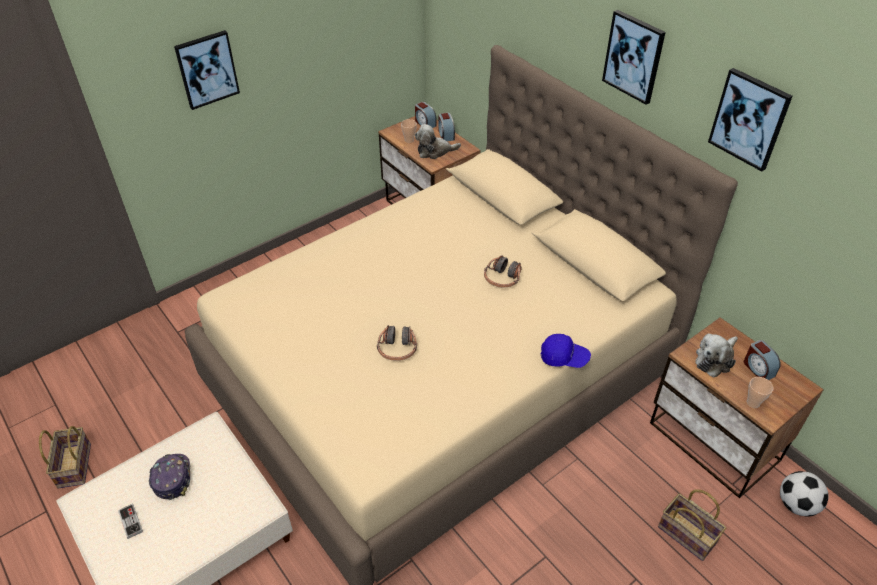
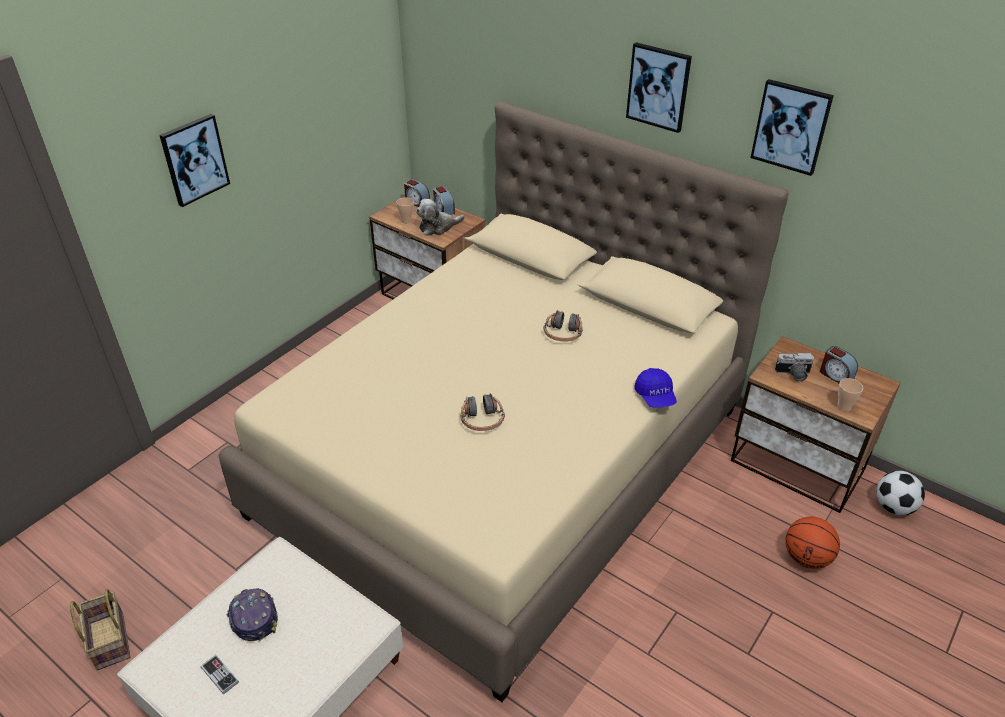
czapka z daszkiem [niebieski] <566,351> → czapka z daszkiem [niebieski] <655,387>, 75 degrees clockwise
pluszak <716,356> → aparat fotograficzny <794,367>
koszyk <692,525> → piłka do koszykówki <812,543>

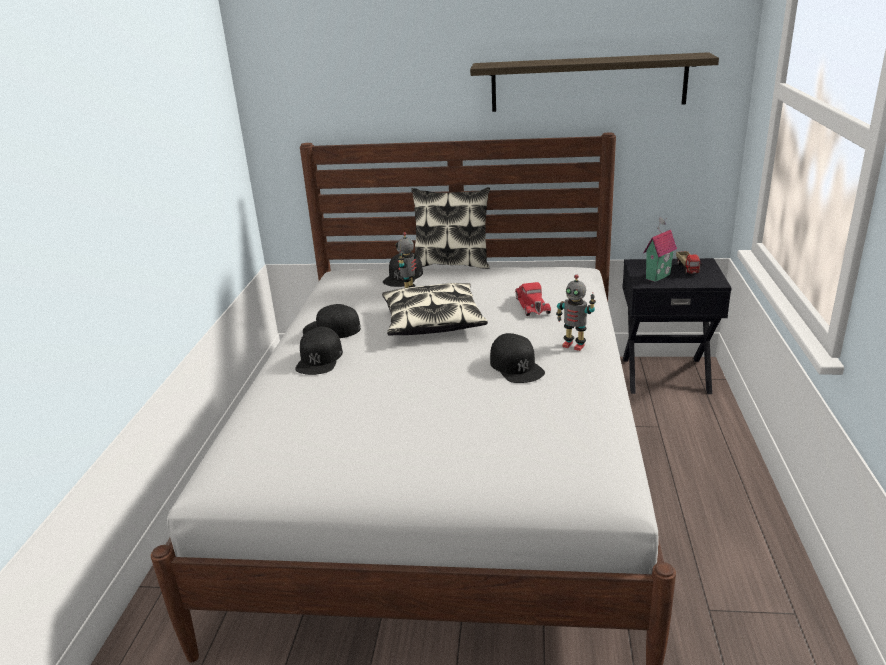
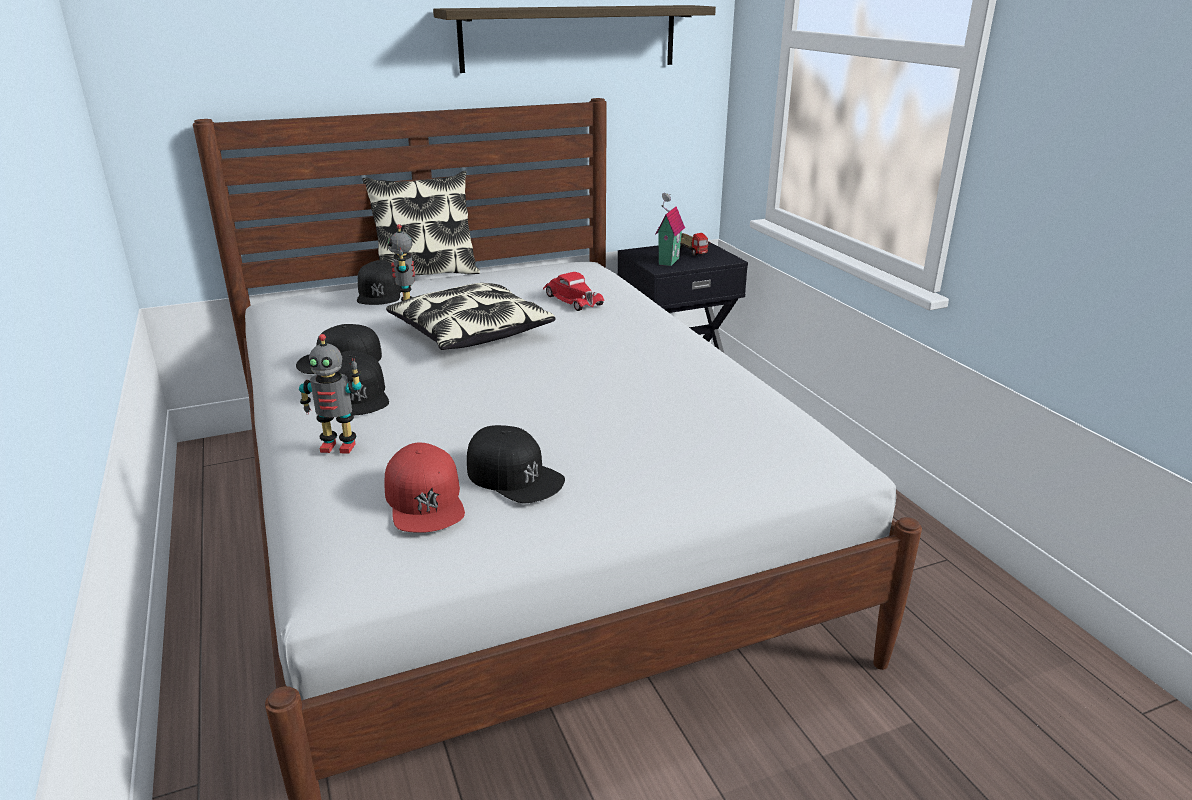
robot zabawkowy <576,313> → robot zabawkowy <330,394>, moved
- → czapka z daszkiem [czerwony] <425,487>
czapka z daszkiem [czarny] <517,358> → czapka z daszkiem [czarny] <516,464>, moved

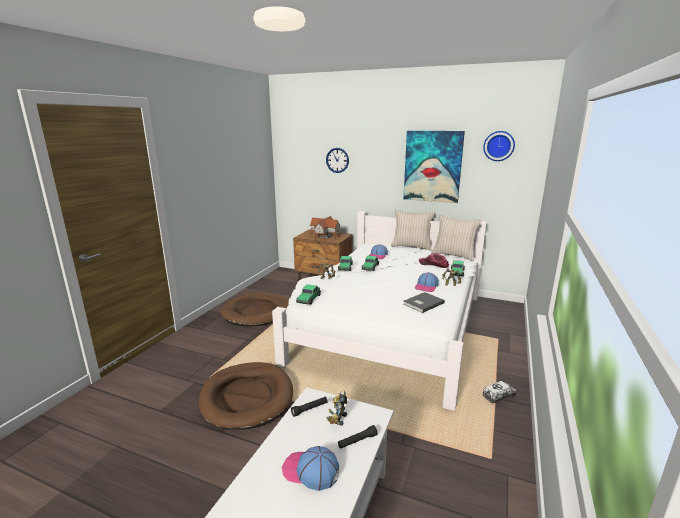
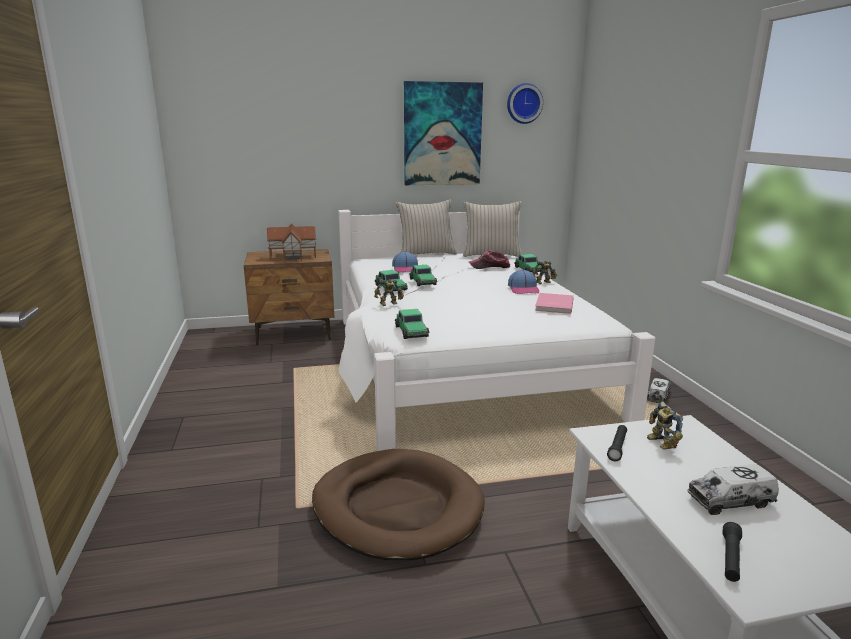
książka [szary] <424,302> → książka [różowy] <554,303>
czapka z daszkiem <310,468> → ciężarówka zabawkowa <733,489>
latarka [czarny] <358,437> → latarka [czarny] <732,552>, moved
legowisko [brązowy] <255,309> → -
zegar ścienny <337,160> → -

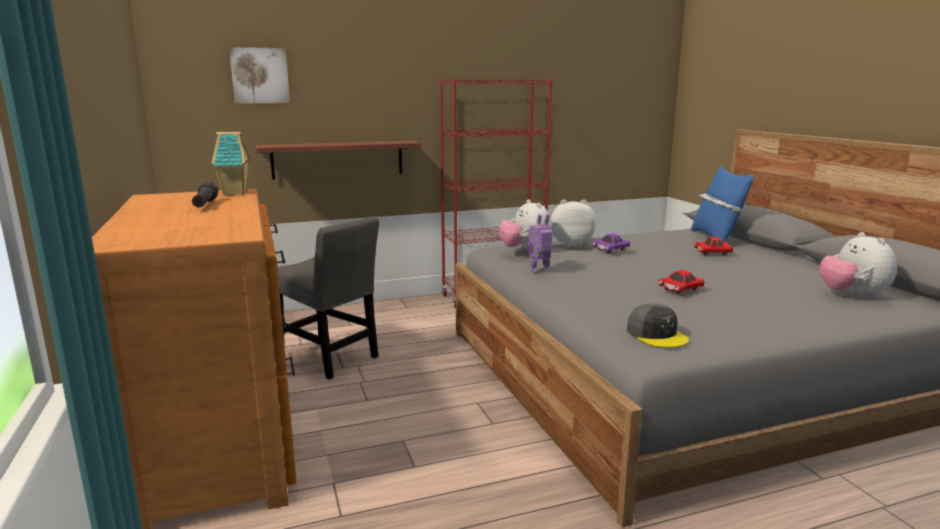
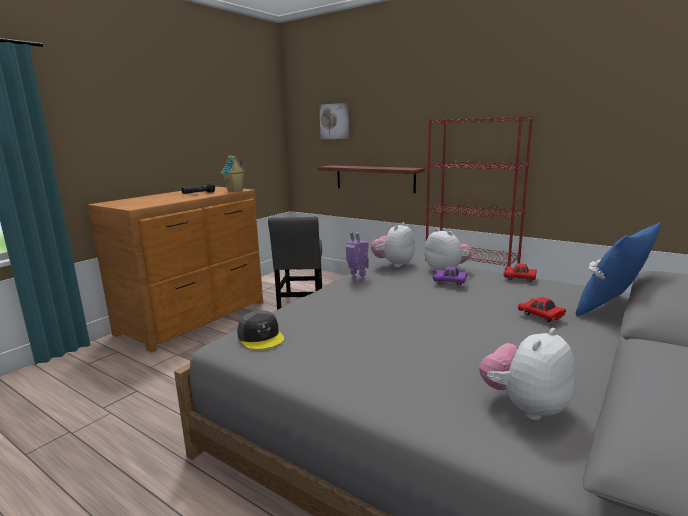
czapka z daszkiem [szary] <658,325> → czapka z daszkiem [szary] <260,330>, 60 degrees counterclockwise
samochodzik [czerwony] <680,282> → samochodzik [czerwony] <520,272>, moved

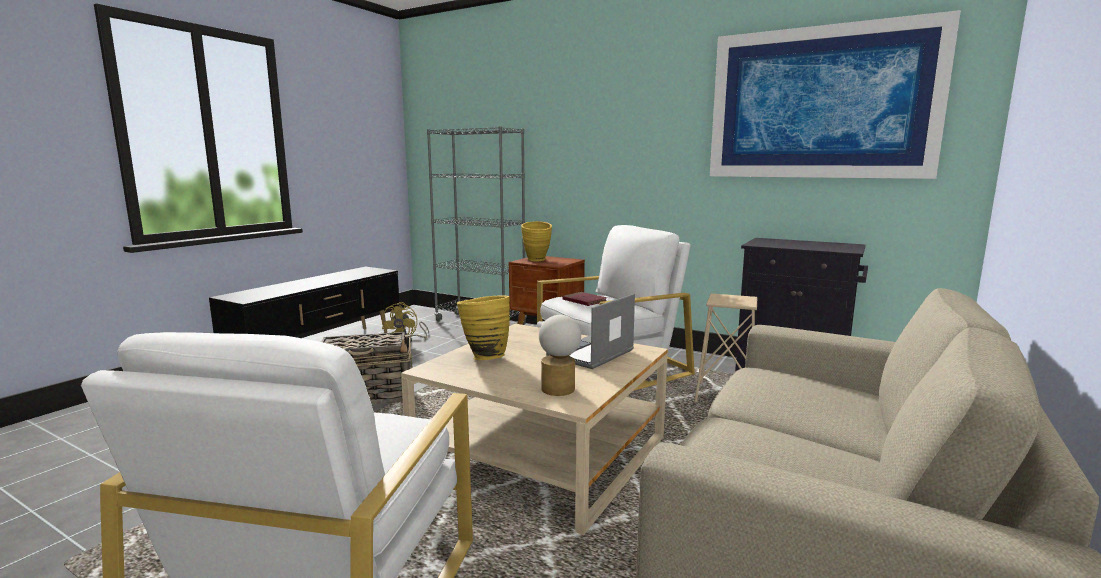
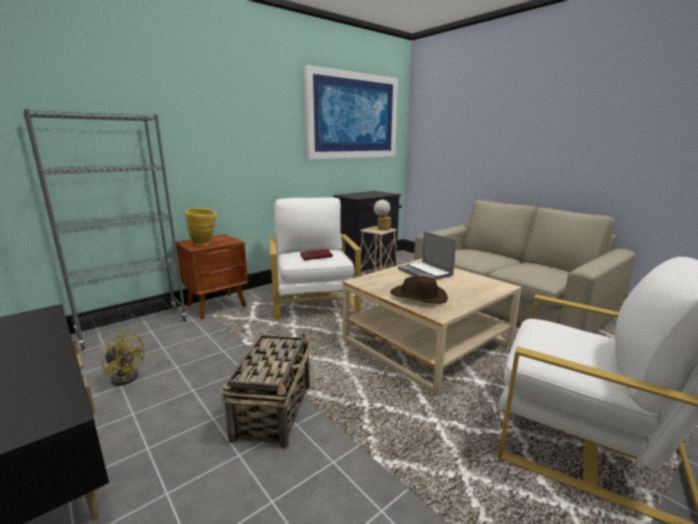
lampa stołowa <560,355> → lampa stołowa <382,215>, moved
wazon [żółty] <483,328> → kapelusz [brązowy] <419,290>

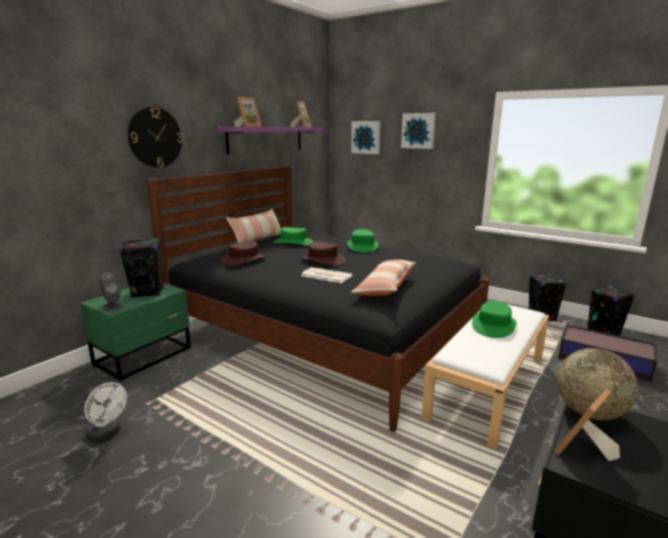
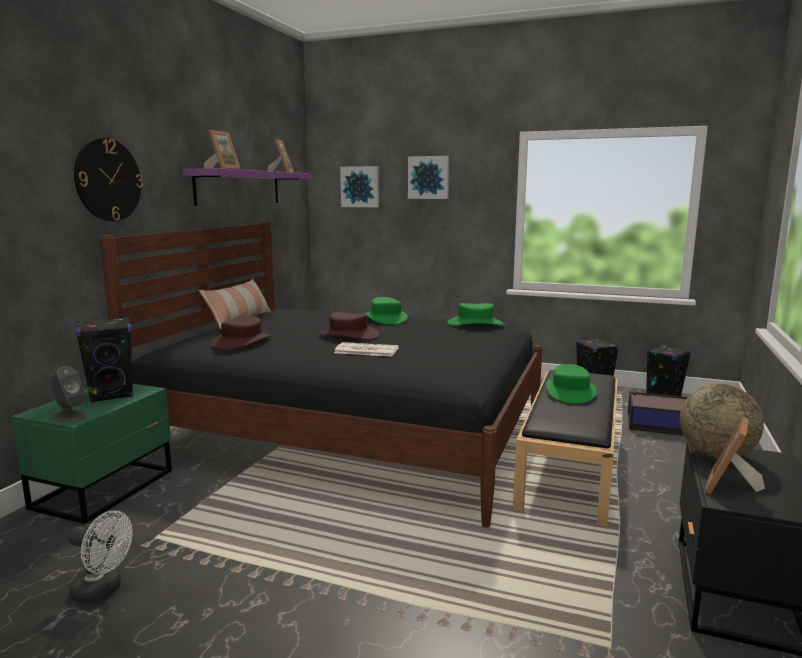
kapelusz [zielony] <293,236> → kapelusz [zielony] <475,314>, moved
ławka [biały] <485,377> → ławka [czarny] <565,448>
poduszka <383,278> → -

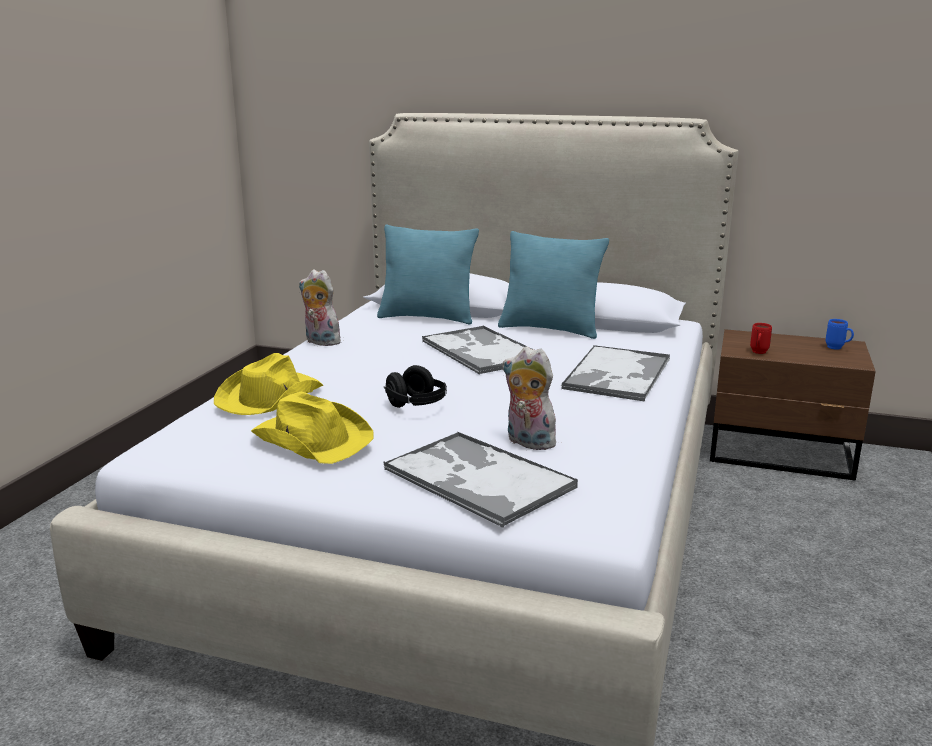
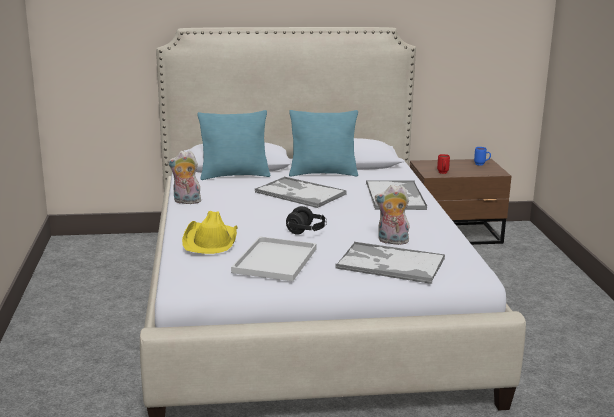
kapelusz [żółty] <312,428> → taca [biały] <274,258>

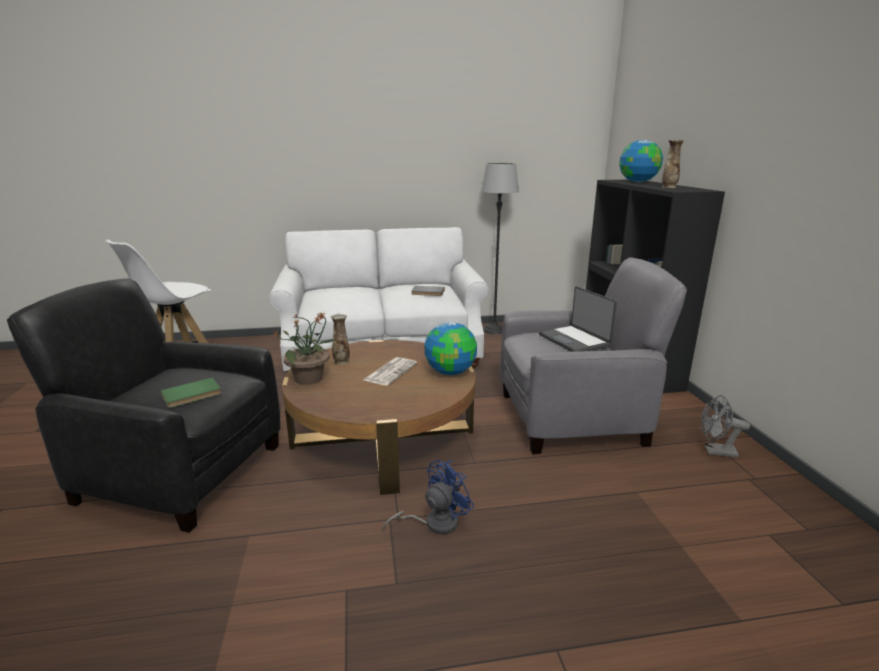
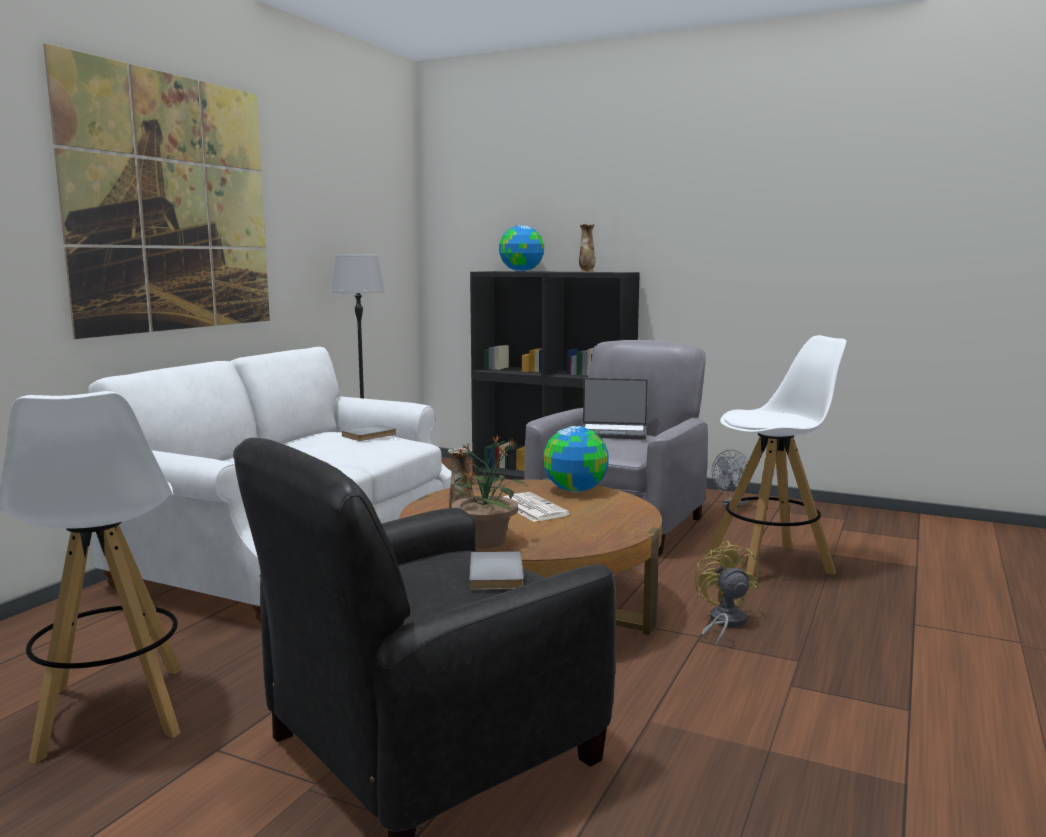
- → obraz <156,191>
książka [zielony] <191,392> → książka [szary] <496,570>
wentylator [niebieski] <428,497> → wentylator [żółty] <726,594>
- → stołek [biały] <776,457>

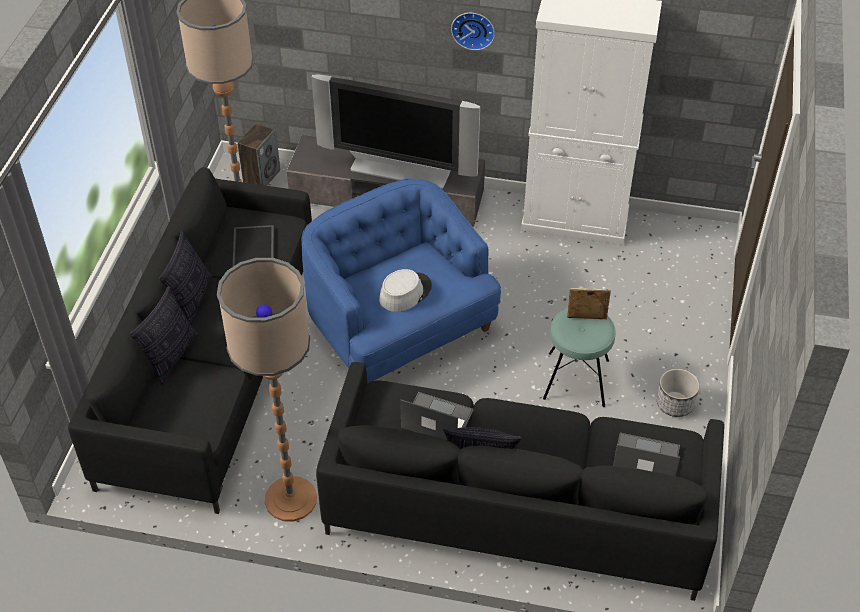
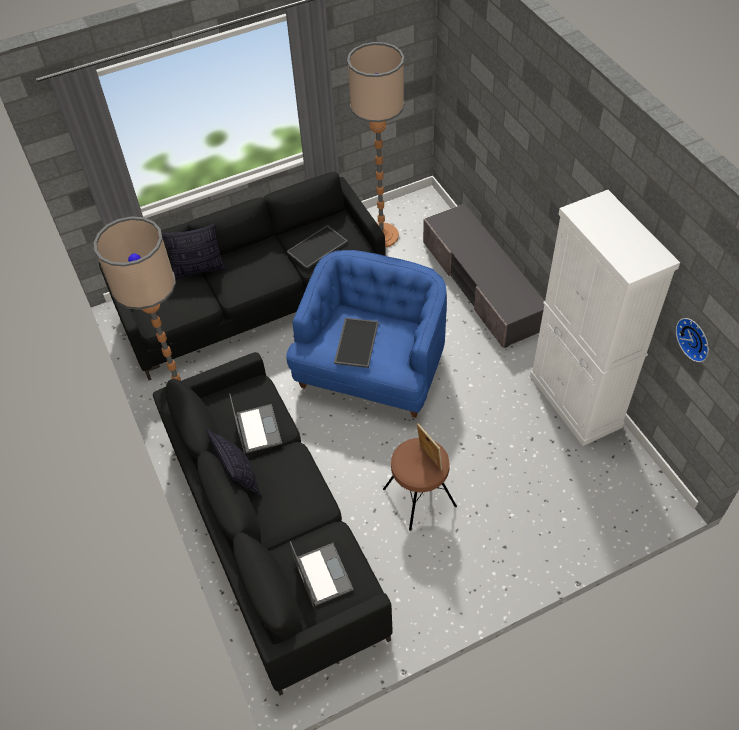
kapelusz [szary] <405,290> → taca <356,343>
stołek [turkusowy] <579,357> → stołek [brązowy] <420,484>
zegar ścienny <473,31> → zegar ścienny <692,340>, moved
poduszka <185,278> → -
głośnik <258,155> → -
telewizor <395,132> → -
donica <678,393> → -

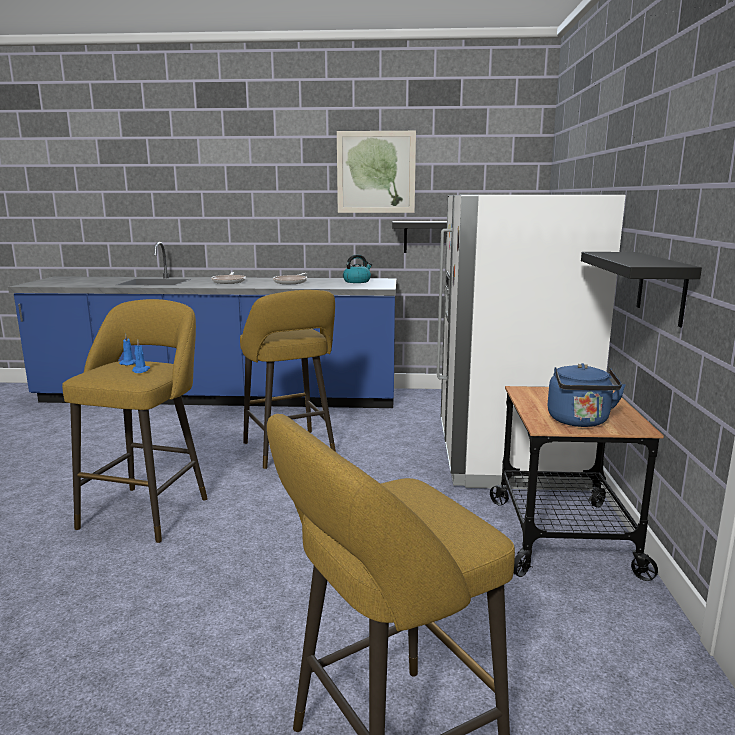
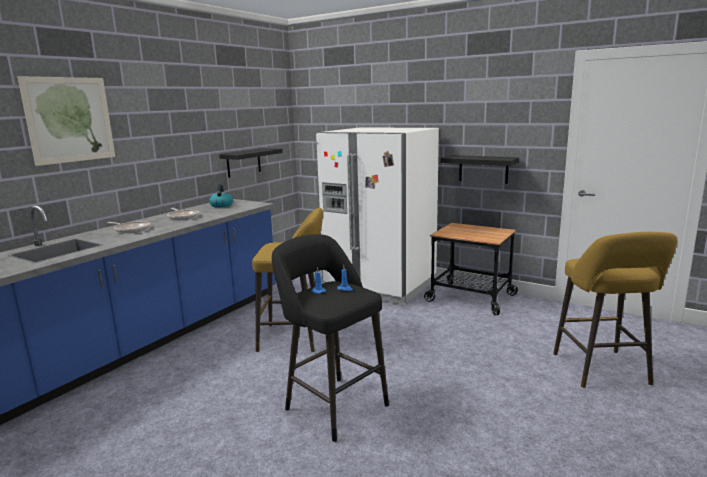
obraz <376,172> → obraz <66,121>, moved
stołek [żółty] <135,421> → stołek [czarny] <330,338>
czajnik [niebieski] <587,395> → -

